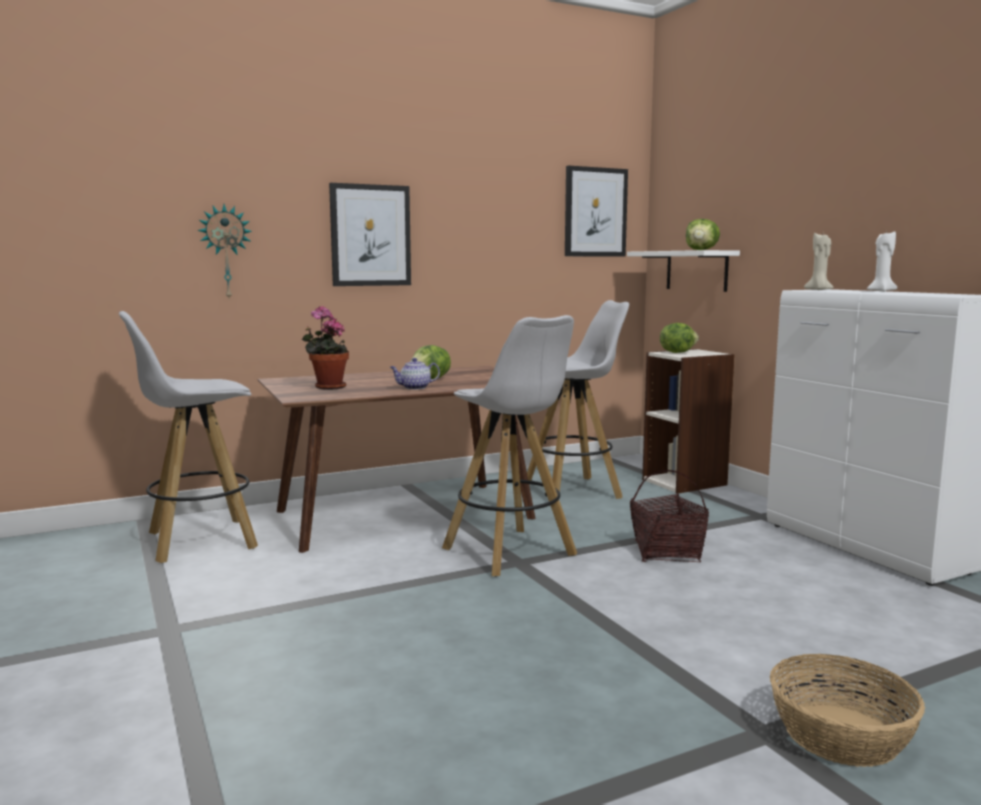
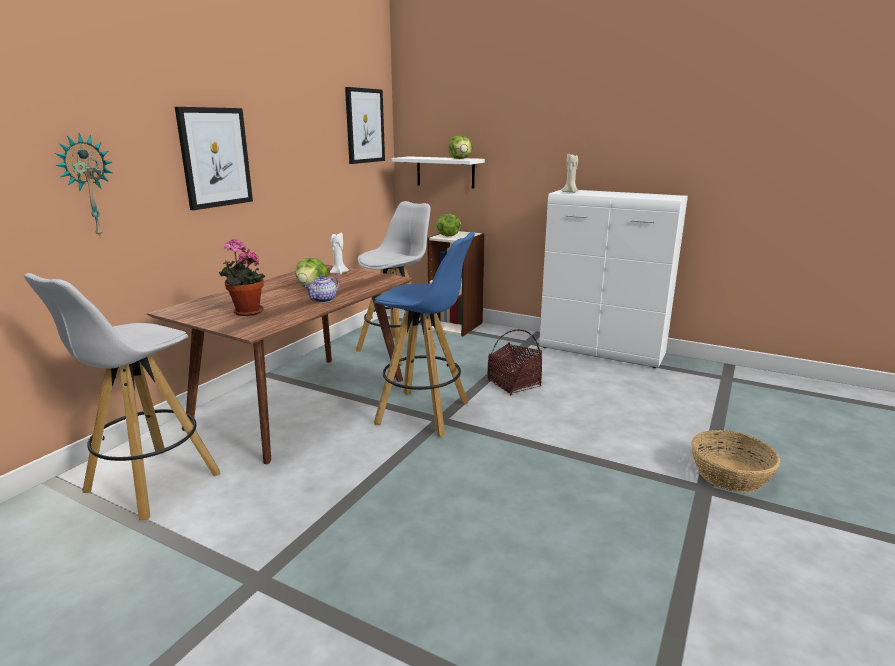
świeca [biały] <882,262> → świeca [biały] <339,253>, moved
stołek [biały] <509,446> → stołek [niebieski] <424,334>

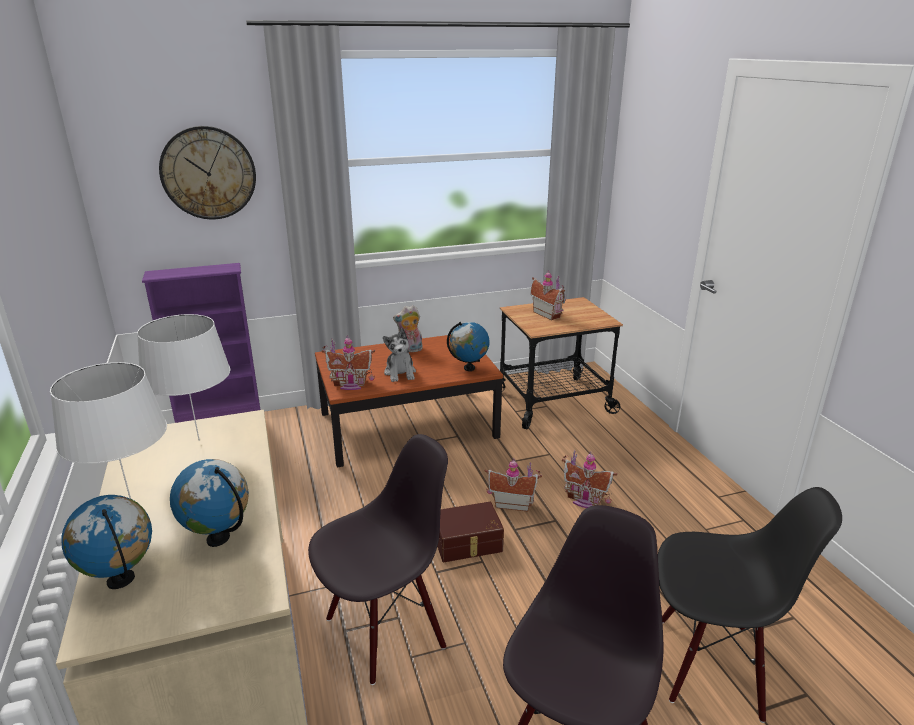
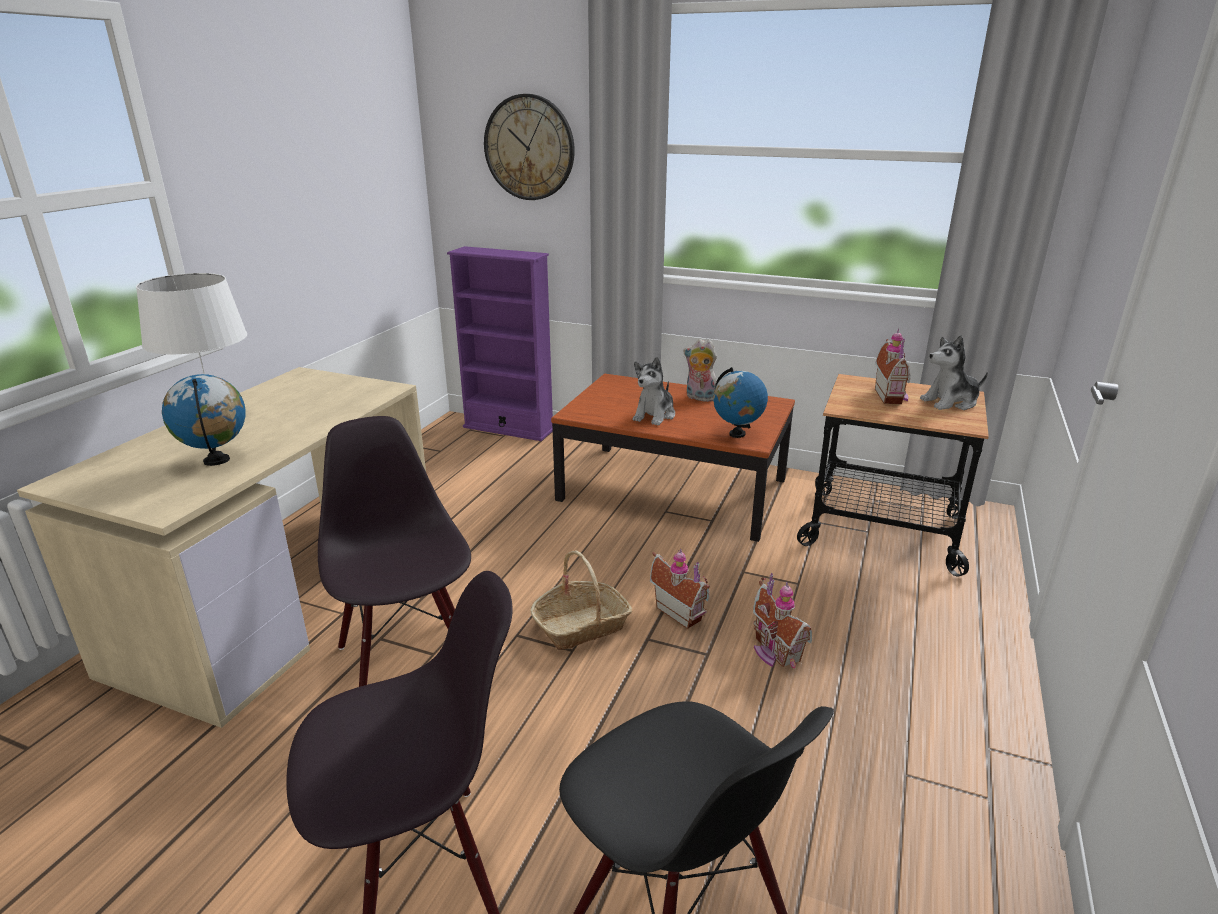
krzesło [czarny] <378,559> → krzesło [czarny] <394,551>, 120 degrees counterclockwise
pojemnik do przechowywania [brązowy] <470,532> → koszyk <581,600>
- → pluszak <954,372>
globus <106,542> → -
lampa stołowa [biały] <183,377> → -
domek <348,362> → -

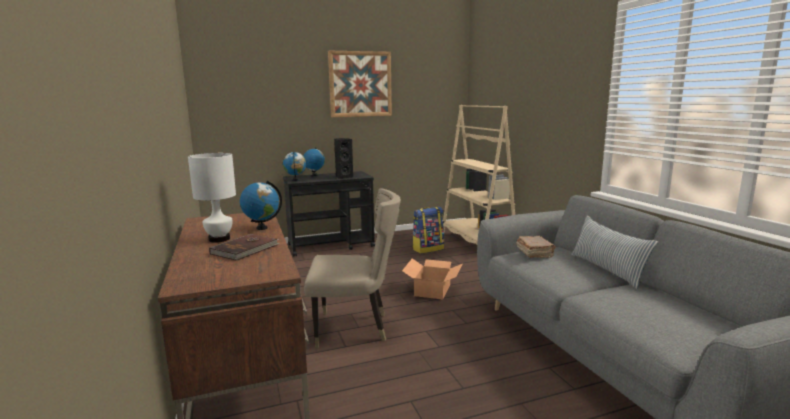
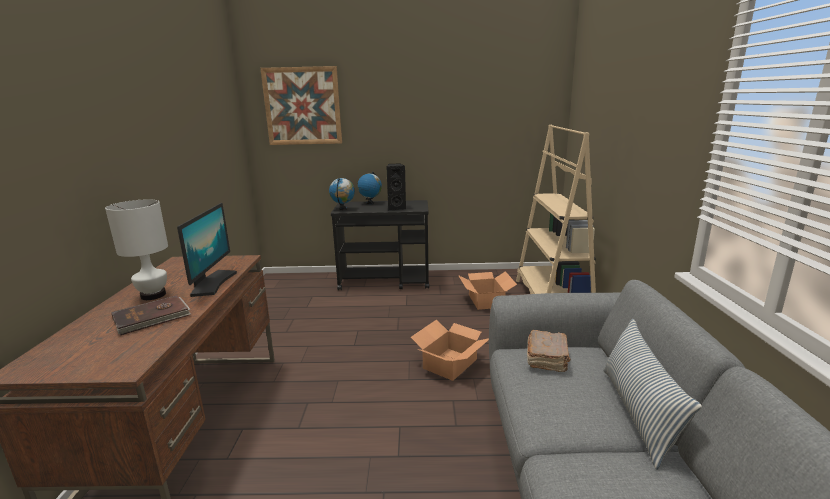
globus <261,205> → monitor <207,250>
obraz <360,84> → obraz <301,105>, moved
plecak <428,230> → karton <487,290>
krzesło [beżowy] <352,268> → -

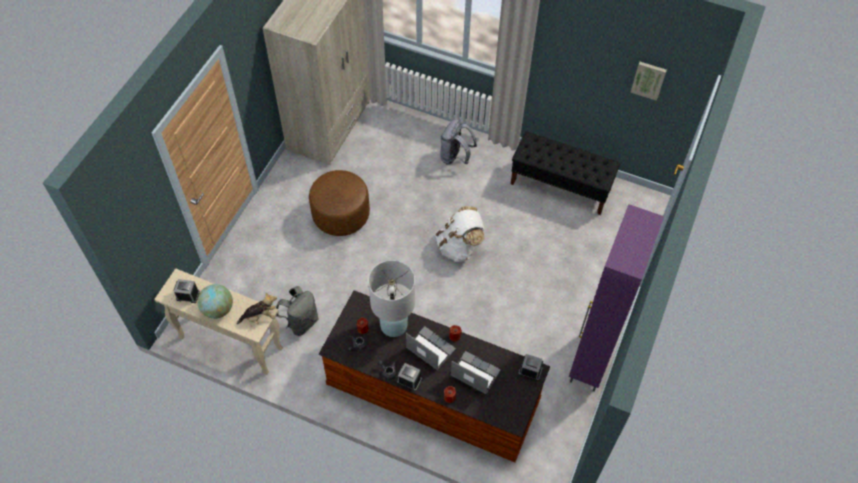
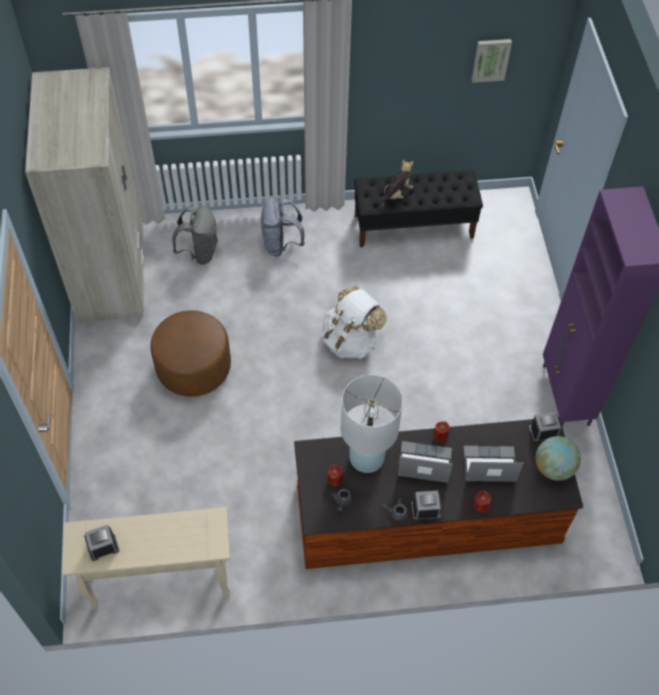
plecak [szary] <297,311> → plecak [szary] <195,235>, moved
pluszak <257,308> → pluszak <397,184>, moved
globus <215,301> → globus <558,458>, moved

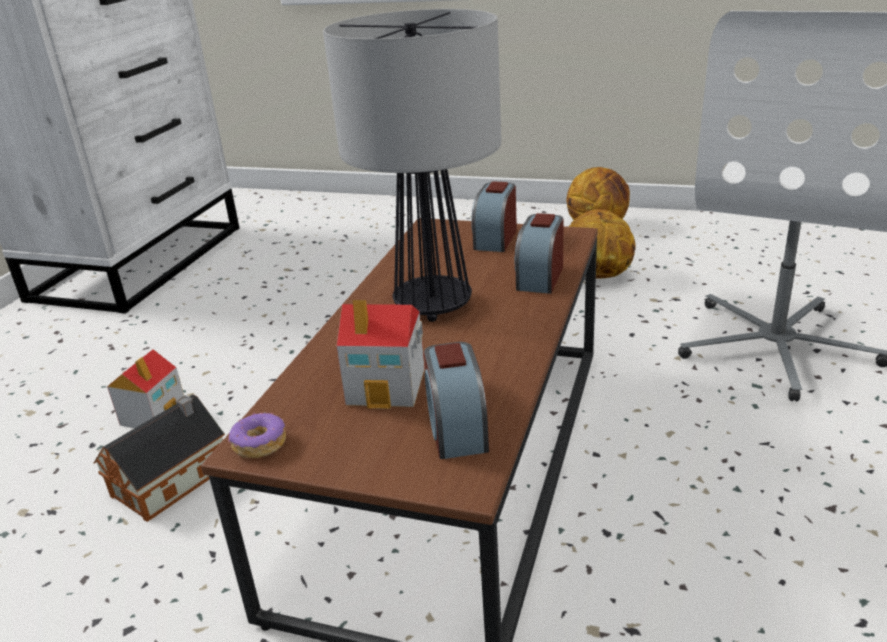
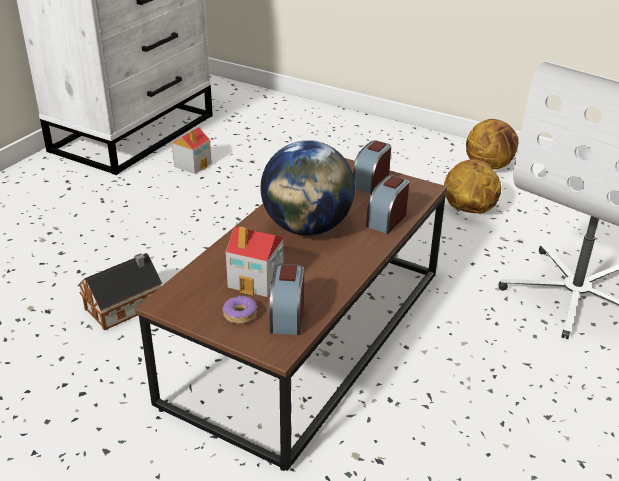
domek <145,388> → domek <192,150>, moved
donut <257,435> → donut <239,309>, moved
lampa stołowa <412,165> → globus <308,188>

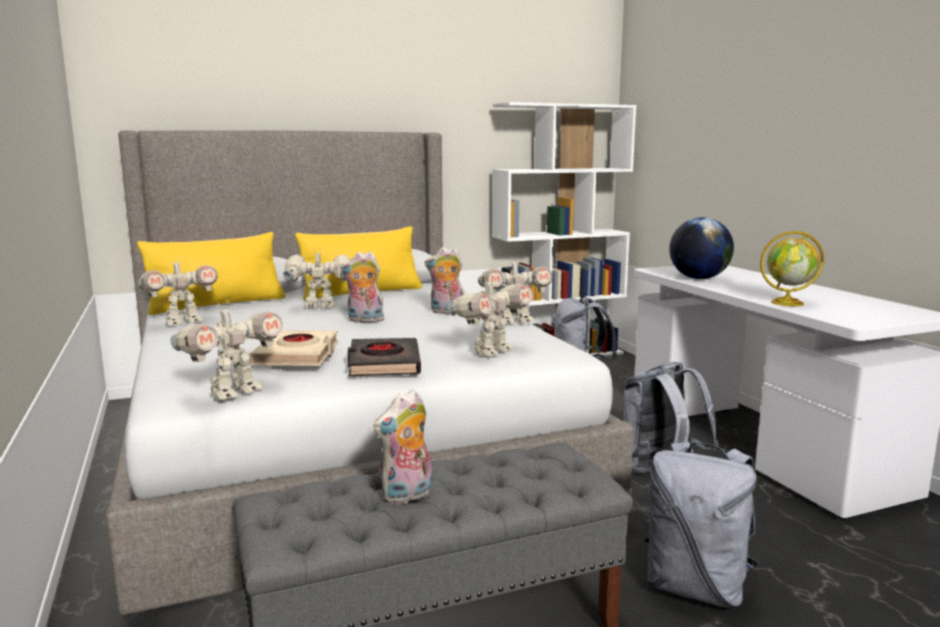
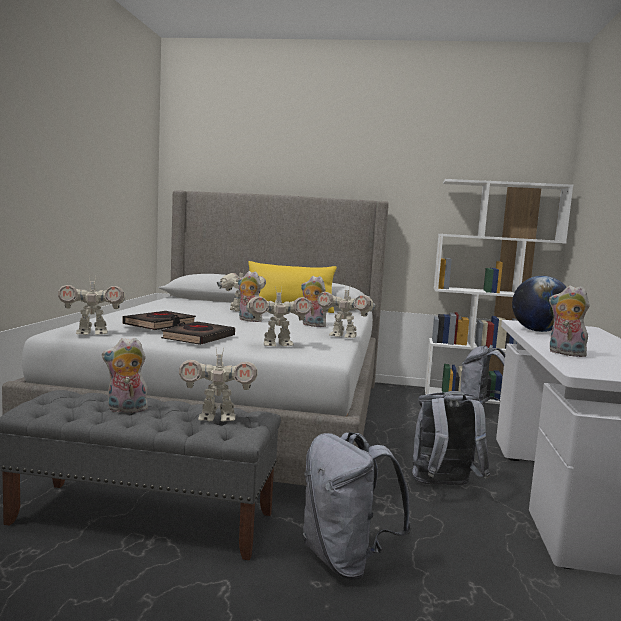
książka [beżowy] <294,348> → książka [czarny] <159,320>
robot zabawkowy <178,290> → robot zabawkowy <218,384>, moved
globus <792,268> → pluszak <569,321>
poduszka [żółty] <211,273> → -

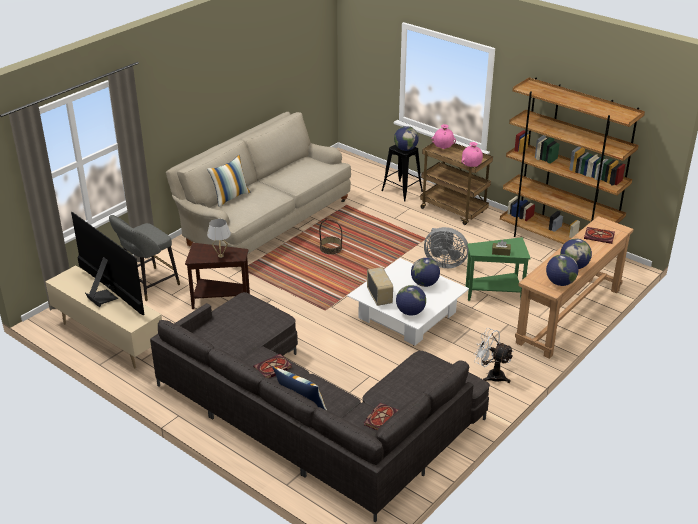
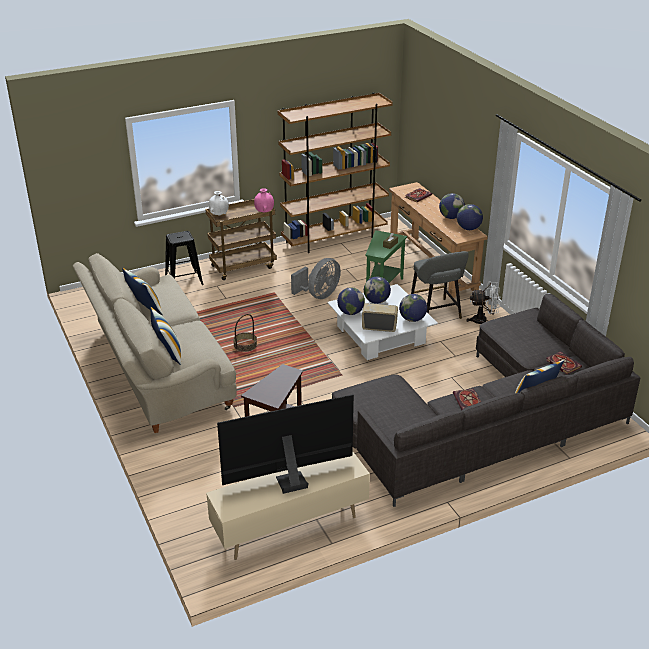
- → poduszka <142,291>
wazon [różowy] <444,136> → wazon [biały] <219,203>
globus <406,138> → globus <351,301>, moved
stołek [szary] <144,258> → stołek [szary] <440,285>, moved
wentylator [biały] <494,355> → wentylator [biały] <483,302>, 150 degrees counterclockwise
lampa stołowa [biały] <219,238> → -

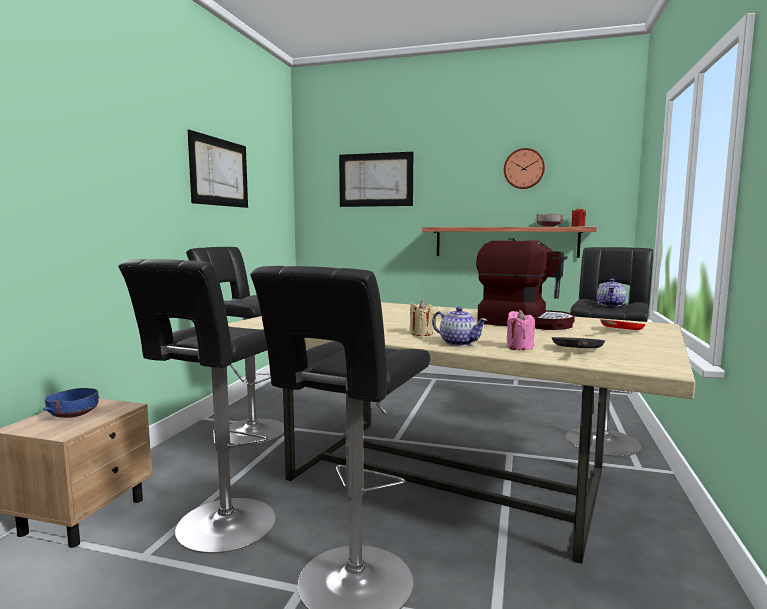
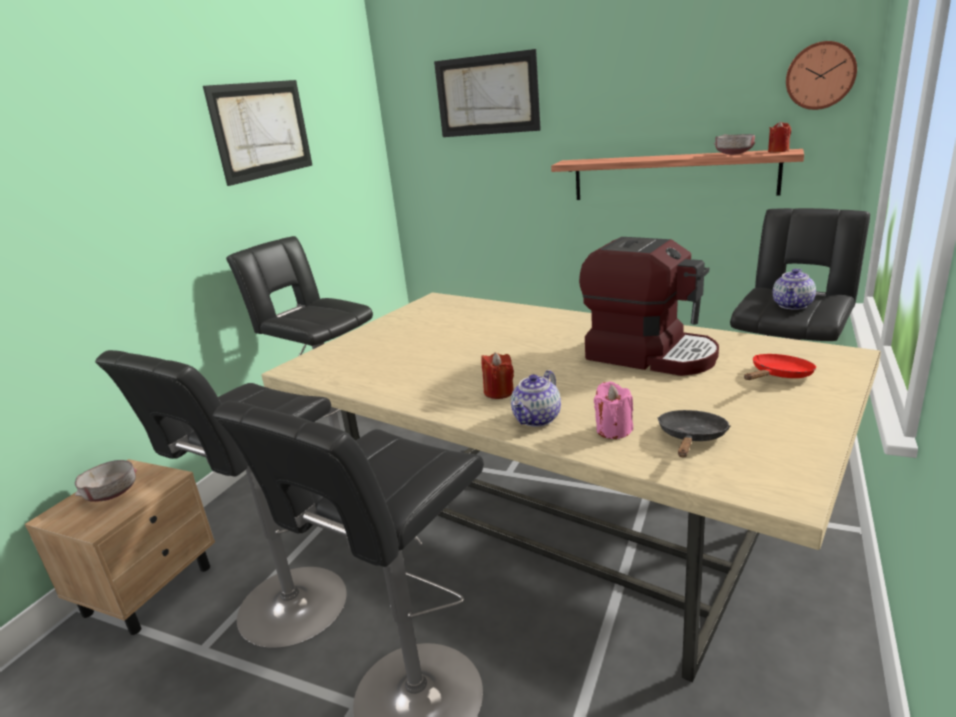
miska [niebieski] <71,403> → miska [szary] <106,481>
świeca [beżowy] <422,318> → świeca [czerwony] <497,376>
imbryk <459,326> → imbryk <536,398>, 75 degrees clockwise
zegar ścienny <524,168> → zegar ścienny <821,75>, moved

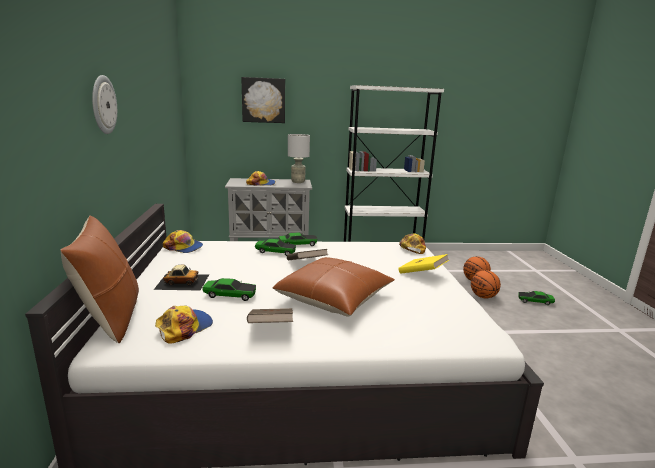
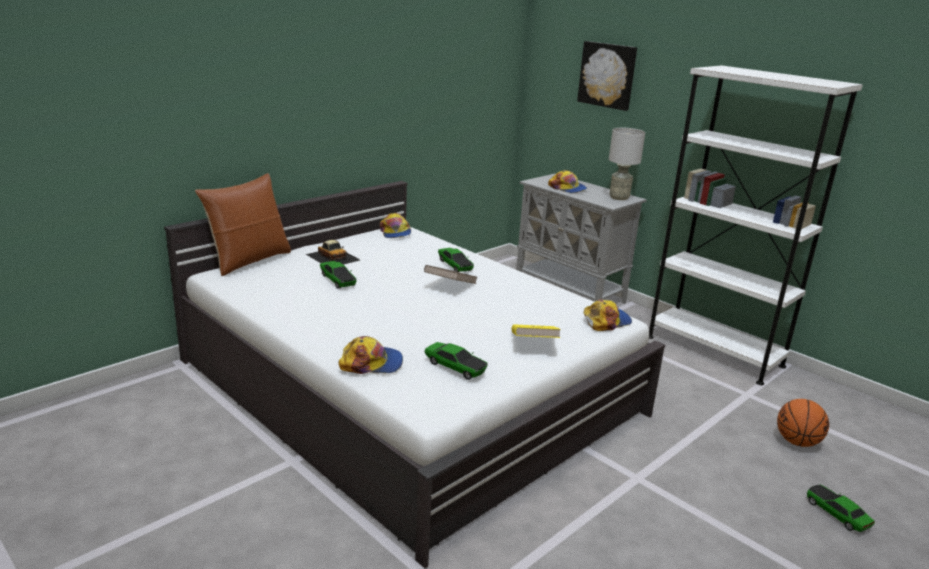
czapka z daszkiem <184,324> → czapka z daszkiem <370,355>, moved
samochodzik <298,239> → samochodzik <456,361>, moved
zegar ścienny <104,104> → -
książka [brązowy] <270,315> → -
poduszka [brązowy] <334,287> → -
piłka do koszykówki <486,284> → -

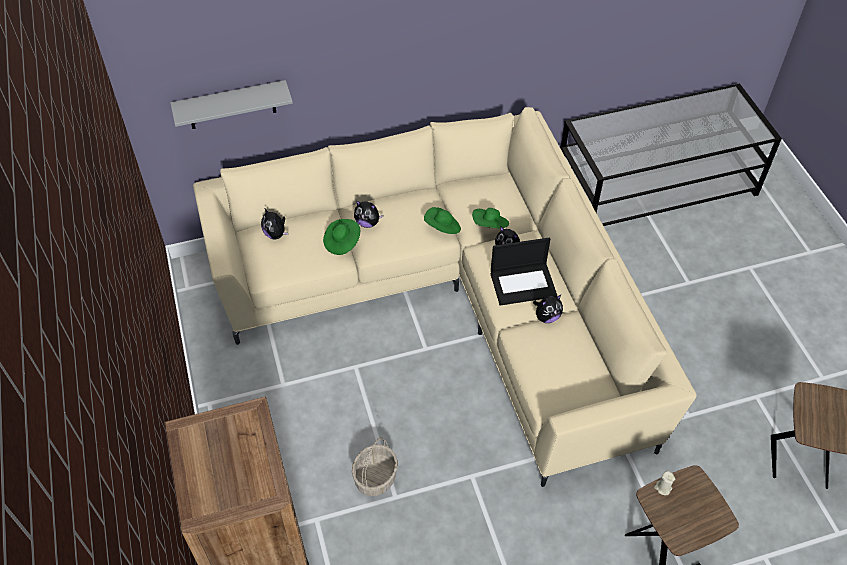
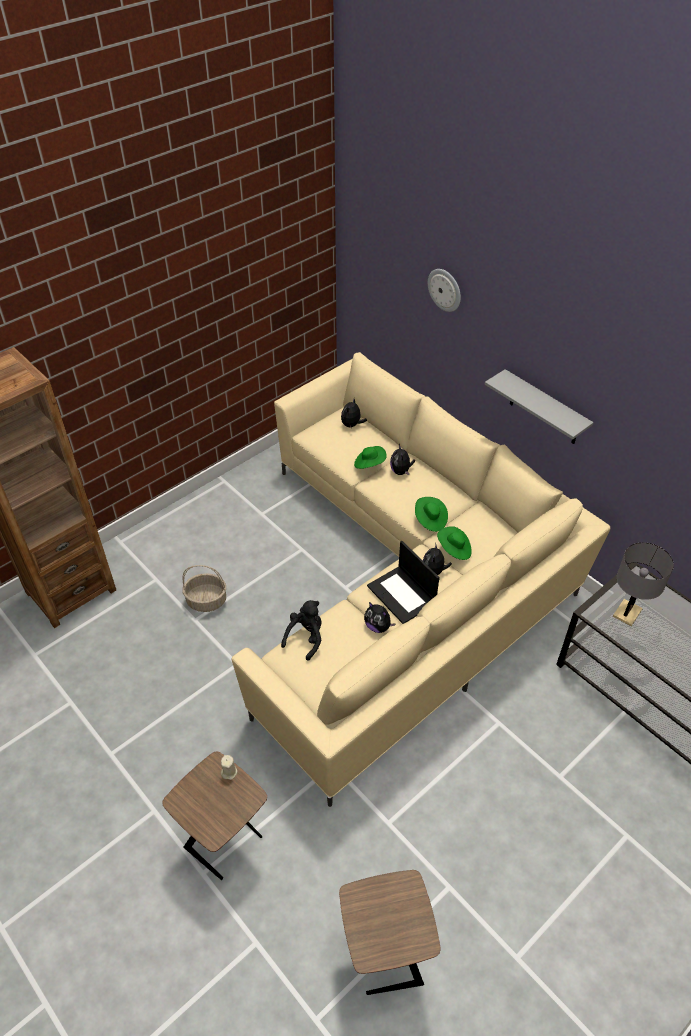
- → pluszak [czarny] <301,630>
- → zegar ścienny <444,290>
półka [szary] <231,104> → półka [szary] <539,406>, moved
- → lampa stołowa [szary] <643,584>

